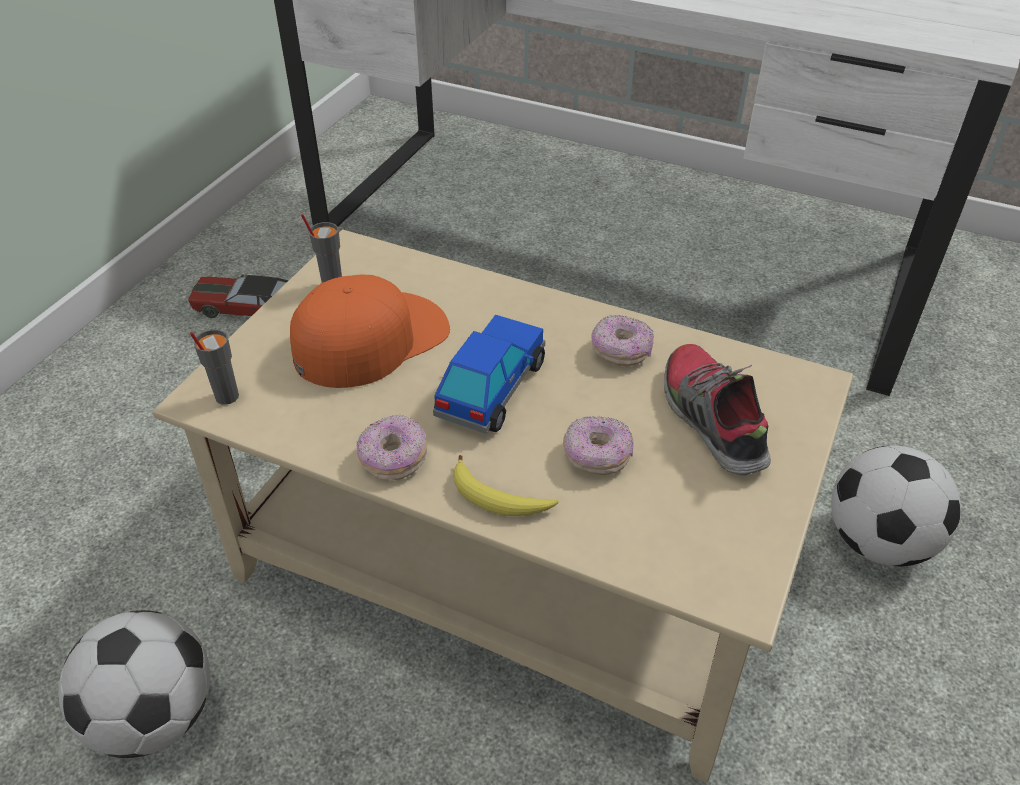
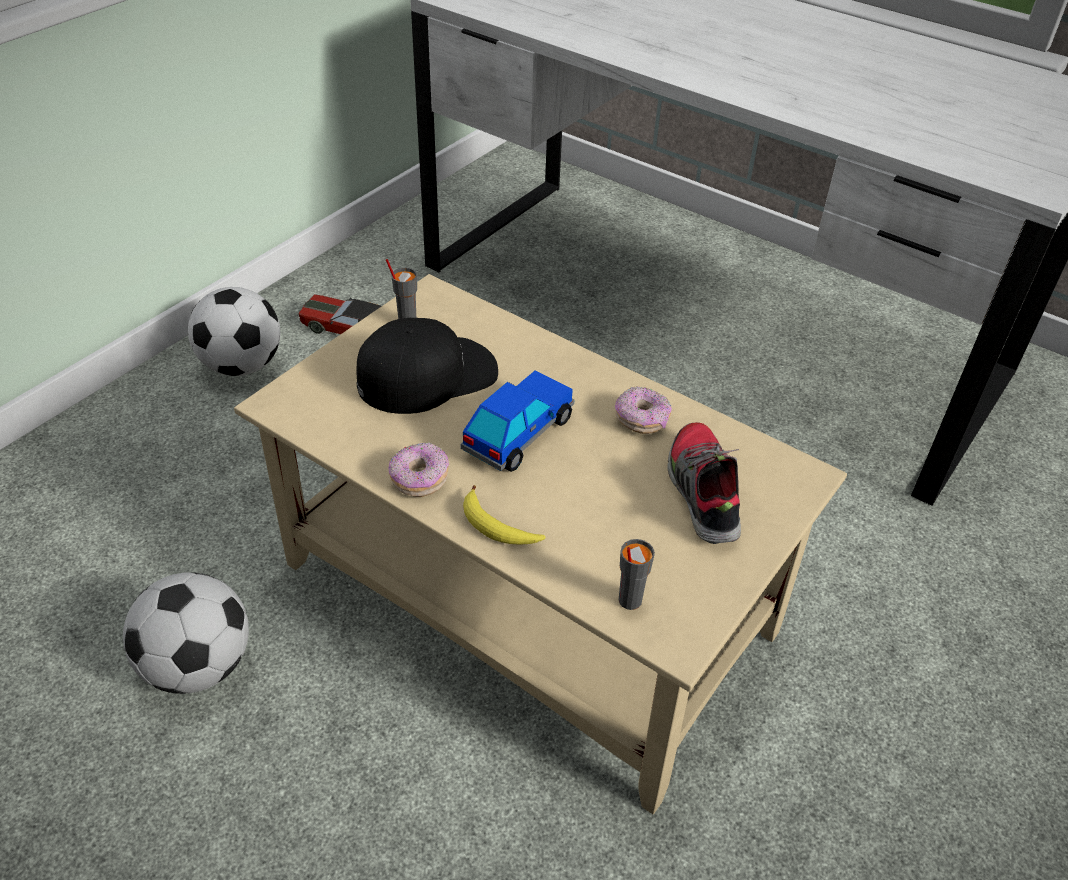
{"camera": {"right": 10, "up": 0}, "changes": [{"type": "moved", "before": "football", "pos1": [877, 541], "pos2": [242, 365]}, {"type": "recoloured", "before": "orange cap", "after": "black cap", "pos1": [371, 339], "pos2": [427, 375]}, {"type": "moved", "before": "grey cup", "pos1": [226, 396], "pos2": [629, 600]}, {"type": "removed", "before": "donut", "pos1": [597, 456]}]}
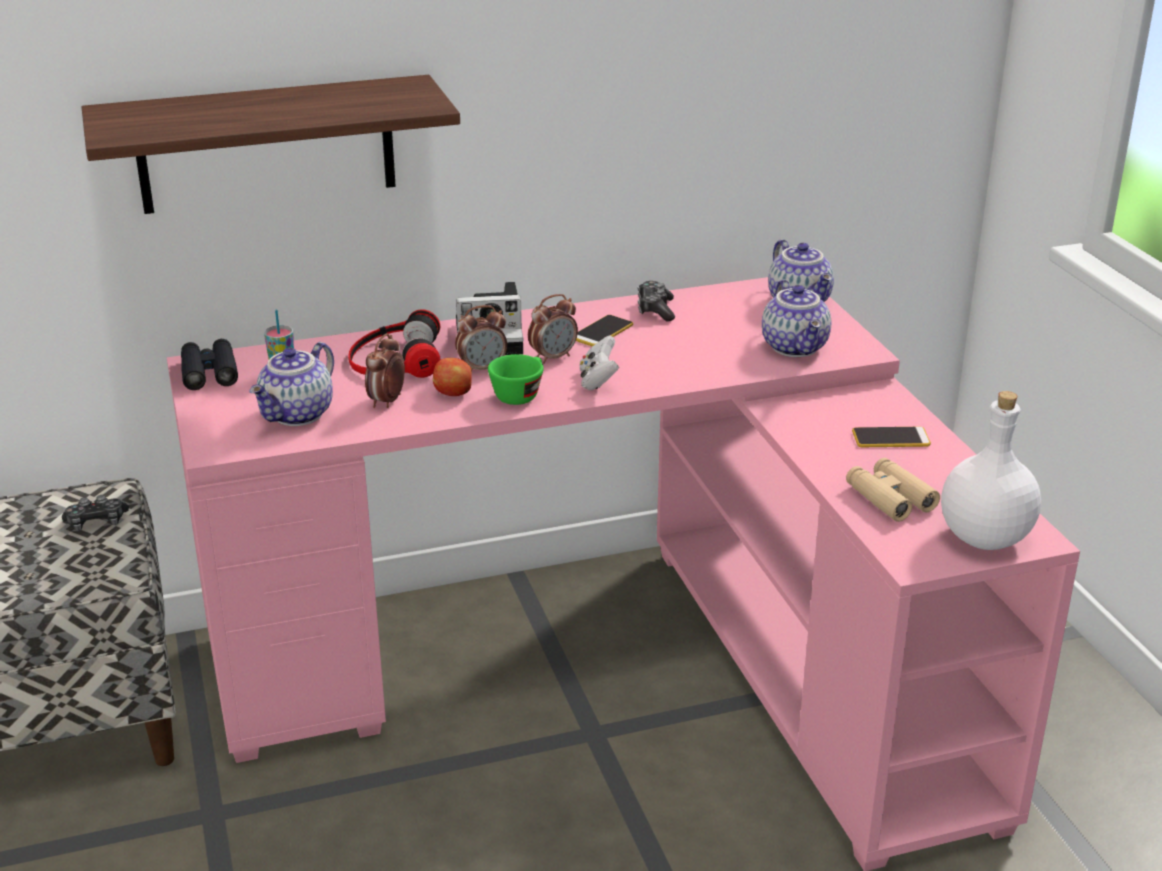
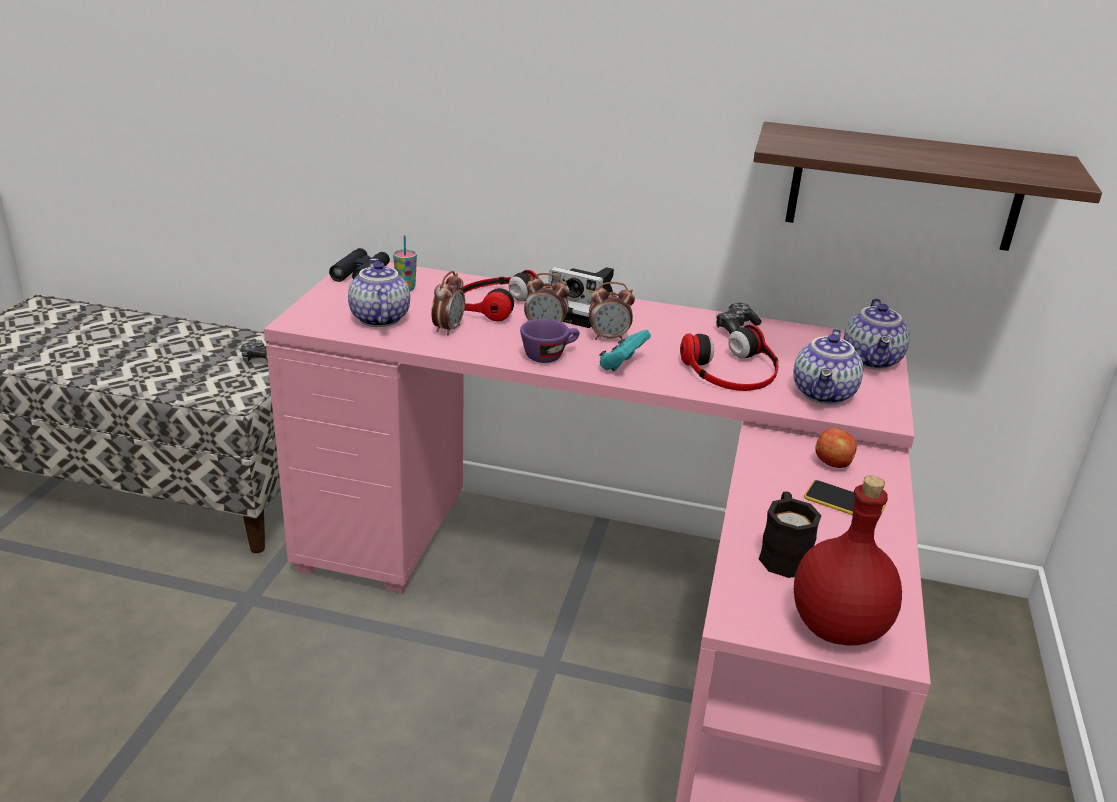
{"camera": {"right": 30, "up": 0}, "changes": [{"type": "turned", "before": "teapot", "pos1": [298, 415], "pos2": [378, 318], "turn": 105}, {"type": "turned", "before": "alarm clock", "pos1": [387, 401], "pos2": [448, 329], "turn": 150}, {"type": "recoloured", "before": "green cup", "after": "purple cup", "pos1": [520, 394], "pos2": [549, 355]}, {"type": "recoloured", "before": "white game controller", "after": "turquoise game controller", "pos1": [598, 381], "pos2": [622, 365]}, {"type": "added", "after": "headphones", "pos2": [732, 370]}, {"type": "moved", "before": "shelf", "pos1": [266, 145], "pos2": [905, 187]}, {"type": "replaced", "before": "beige binoculars", "after": "black mug", "pos1": [890, 498], "pos2": [783, 553]}, {"type": "recoloured", "before": "white bottle", "after": "red bottle", "pos1": [985, 539], "pos2": [837, 629]}, {"type": "moved", "before": "apple", "pos1": [454, 393], "pos2": [833, 464]}, {"type": "removed", "before": "phone", "pos1": [602, 332]}]}
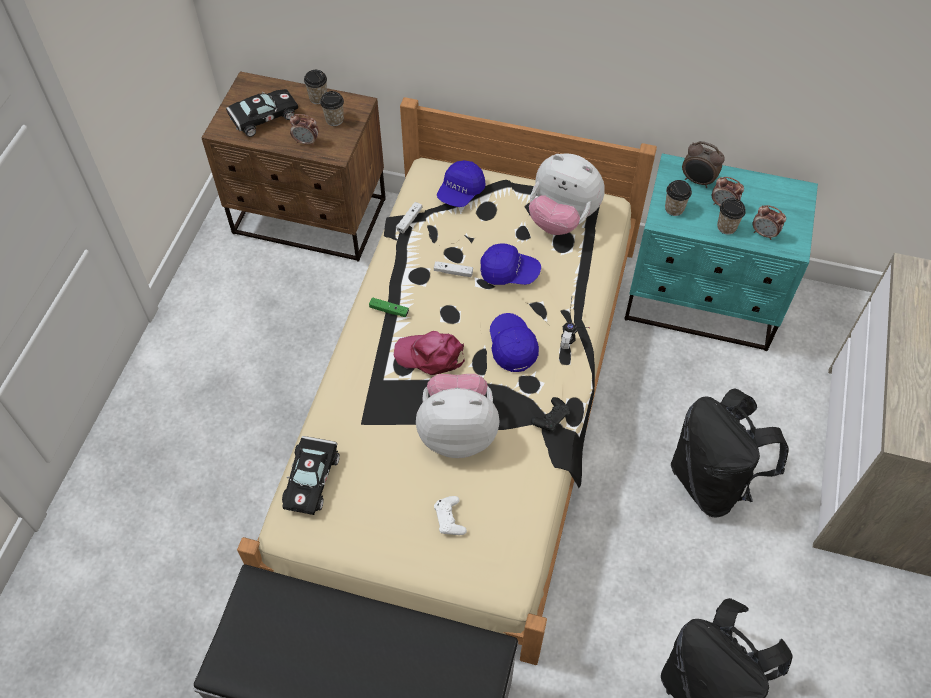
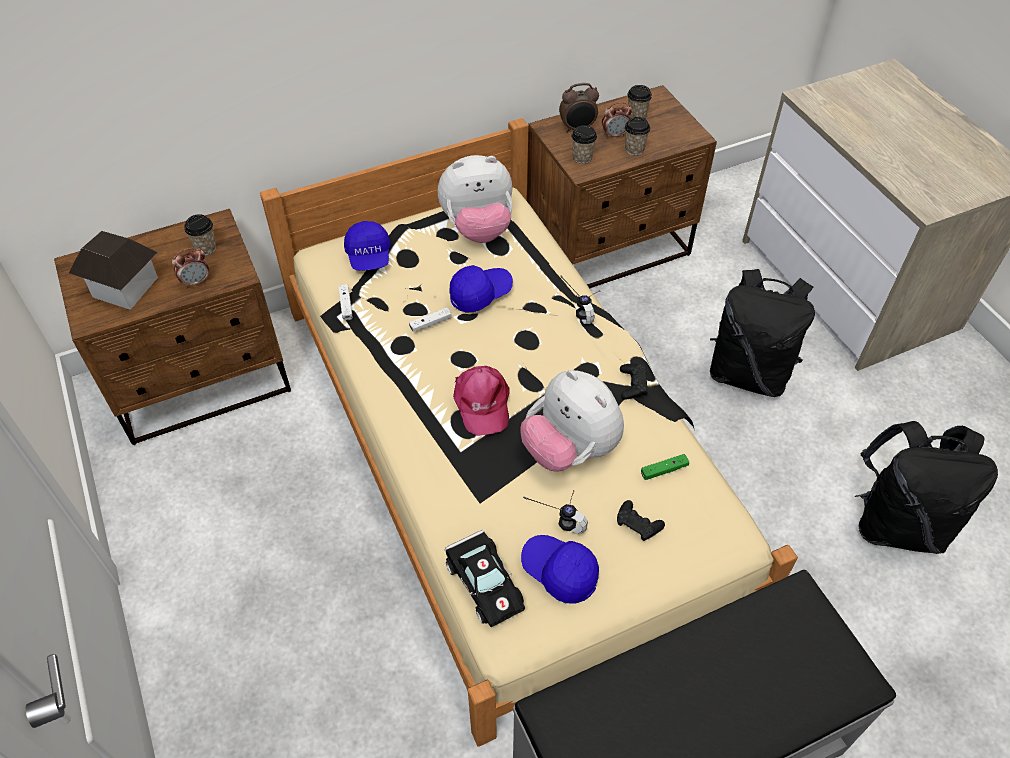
{"camera": {"right": -40, "up": -5}, "changes": [{"type": "replaced", "before": "black toy car", "after": "toy house", "pos1": [262, 118], "pos2": [125, 287]}, {"type": "turned", "before": "pink cap", "pos1": [430, 355], "pos2": [482, 403], "turn": -75}, {"type": "turned", "before": "plush toy", "pos1": [457, 432], "pos2": [570, 449], "turn": -90}, {"type": "moved", "before": "blue cap", "pos1": [512, 347], "pos2": [559, 572]}, {"type": "added", "after": "headphones", "pos2": [559, 515]}, {"type": "recoloured", "before": "turquoise nightstand", "after": "brown nightstand", "pos1": [702, 302], "pos2": [609, 248]}, {"type": "recoloured", "before": "white game controller", "after": "black game controller", "pos1": [449, 518], "pos2": [638, 524]}, {"type": "moved", "before": "cup", "pos1": [318, 98], "pos2": [636, 117]}, {"type": "moved", "before": "green game controller", "pos1": [389, 310], "pos2": [664, 470]}, {"type": "removed", "before": "alarm clock", "pos1": [764, 234]}]}
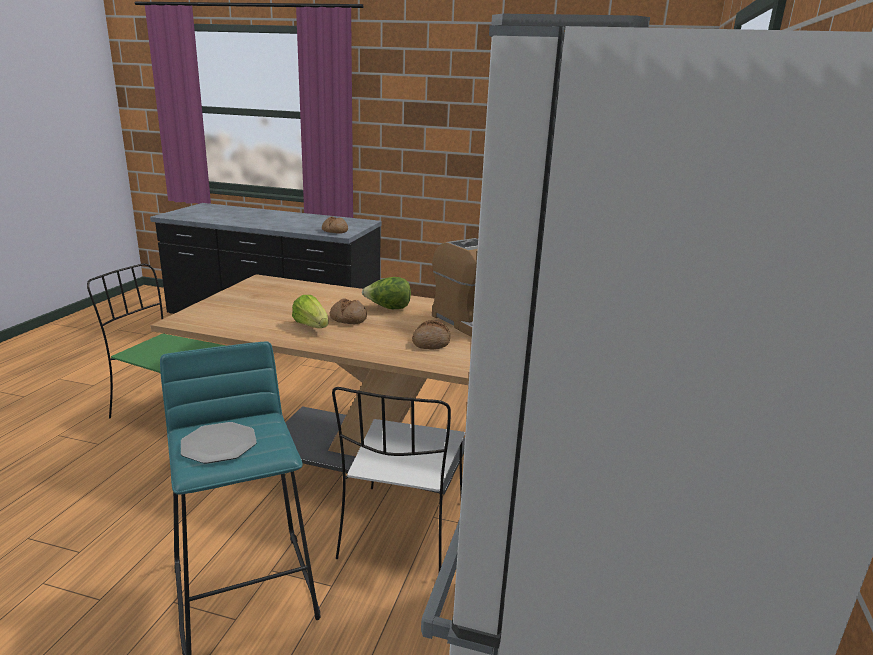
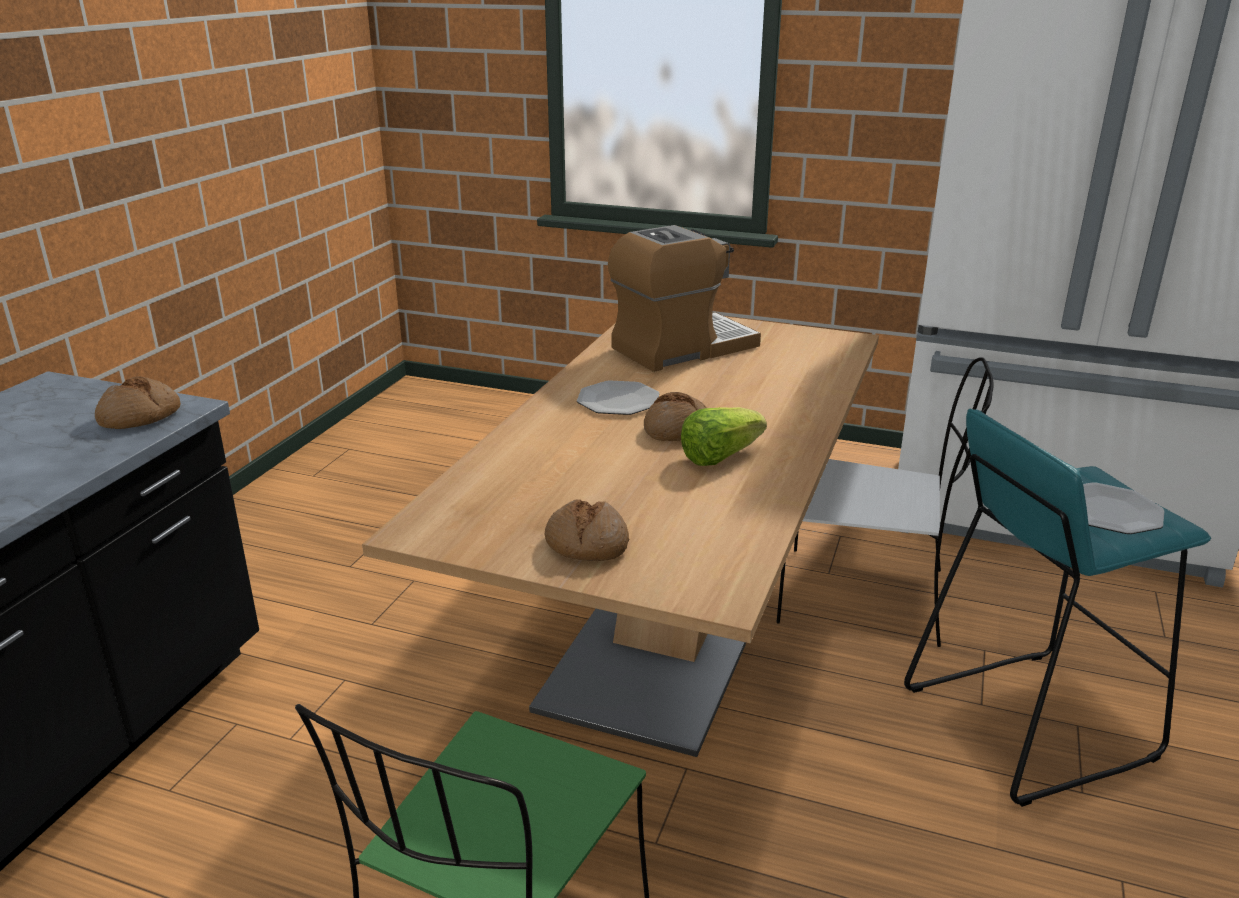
{"camera": {"right": -85, "up": 5}, "changes": [{"type": "moved", "before": "bread", "pos1": [431, 342], "pos2": [586, 544]}, {"type": "replaced", "before": "lettuce", "after": "plate", "pos1": [388, 308], "pos2": [618, 400]}]}
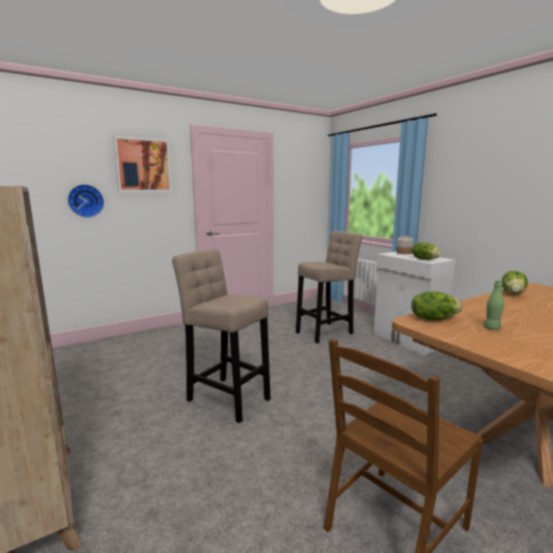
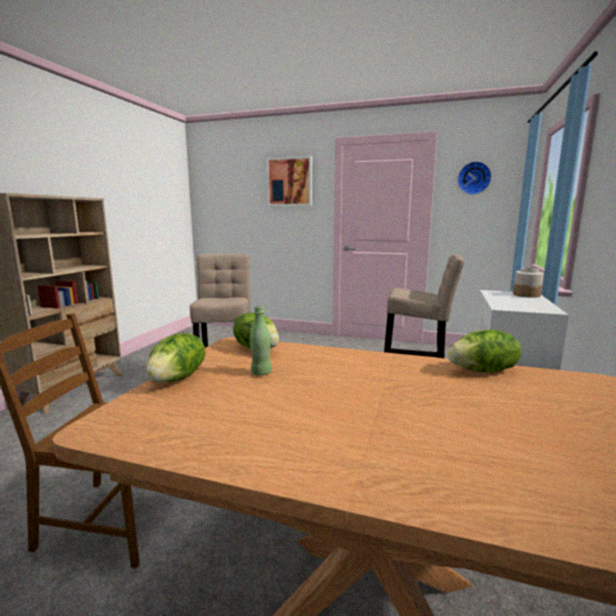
{"camera": {"right": 50, "up": 0}, "changes": [{"type": "moved", "before": "lettuce", "pos1": [425, 259], "pos2": [178, 378]}, {"type": "moved", "before": "wall clock", "pos1": [85, 201], "pos2": [474, 178]}]}
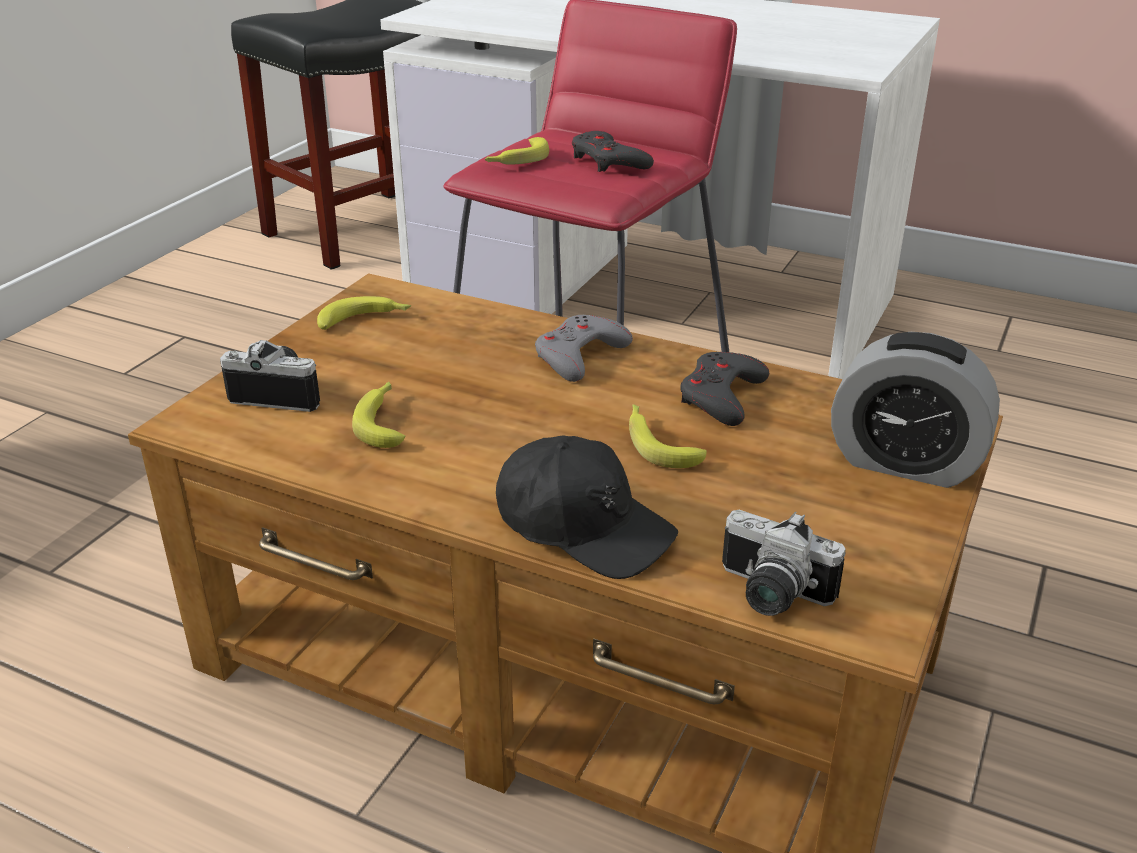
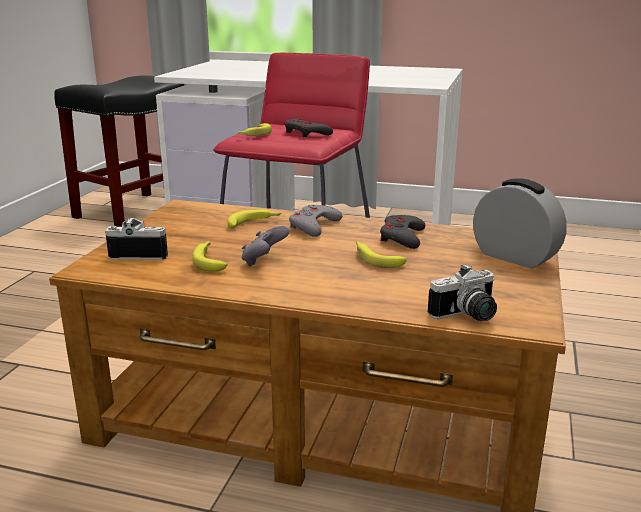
{"camera": {"right": -10, "up": -10}, "changes": [{"type": "moved", "before": "banana", "pos1": [365, 321], "pos2": [254, 223]}, {"type": "added", "after": "grey game controller", "pos2": [264, 261]}, {"type": "turned", "before": "photo camera", "pos1": [769, 594], "pos2": [467, 316], "turn": -45}, {"type": "turned", "before": "alarm clock", "pos1": [904, 463], "pos2": [514, 257], "turn": -150}, {"type": "removed", "before": "black cap", "pos1": [583, 526]}]}
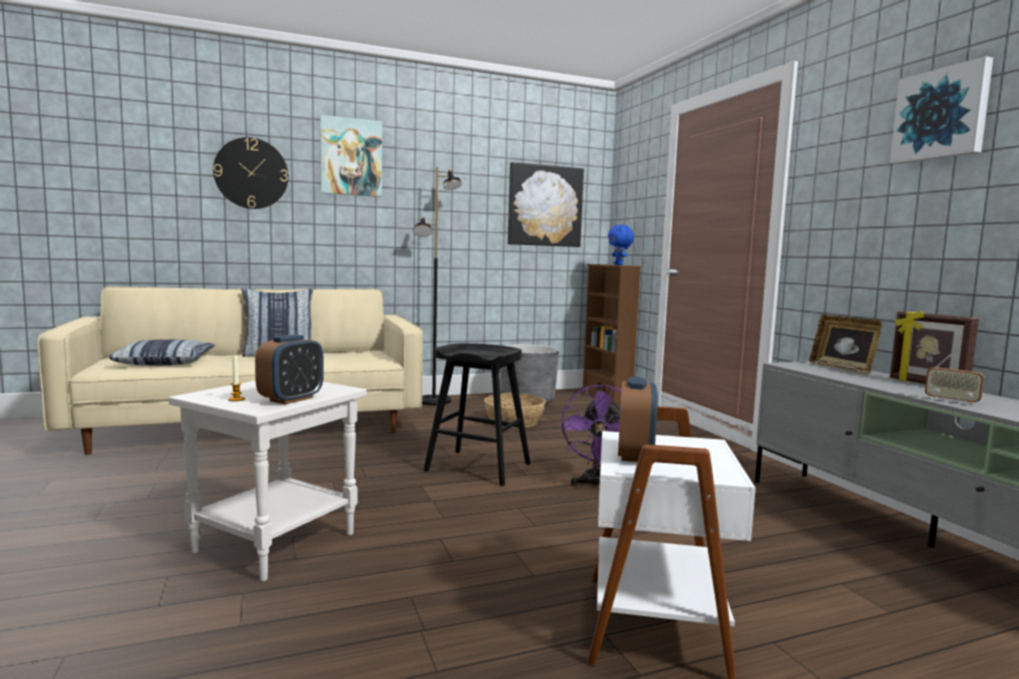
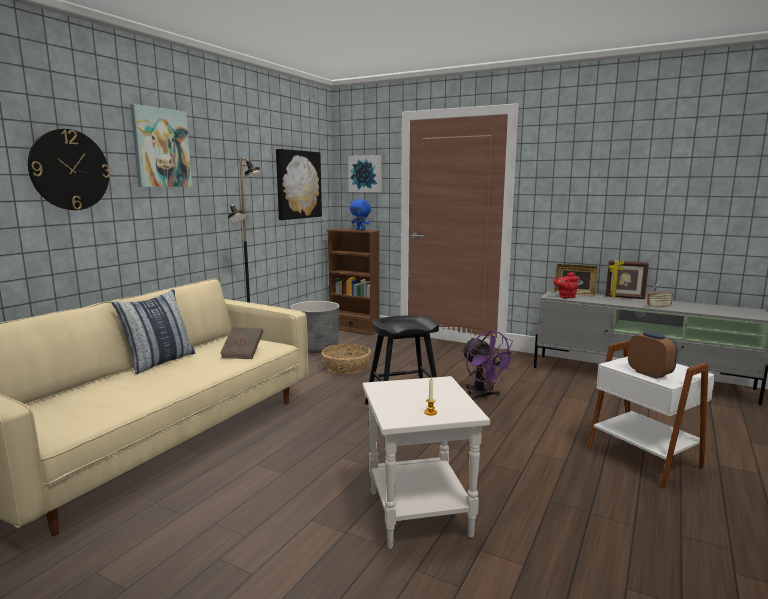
{"camera": {"right": -40, "up": 5}, "changes": [{"type": "added", "after": "brown book", "pos2": [243, 353]}, {"type": "moved", "before": "picture", "pos1": [941, 114], "pos2": [366, 174]}, {"type": "added", "after": "red teapot", "pos2": [565, 297]}, {"type": "removed", "before": "pillow", "pos1": [166, 362]}, {"type": "removed", "before": "alarm clock", "pos1": [291, 399]}]}
